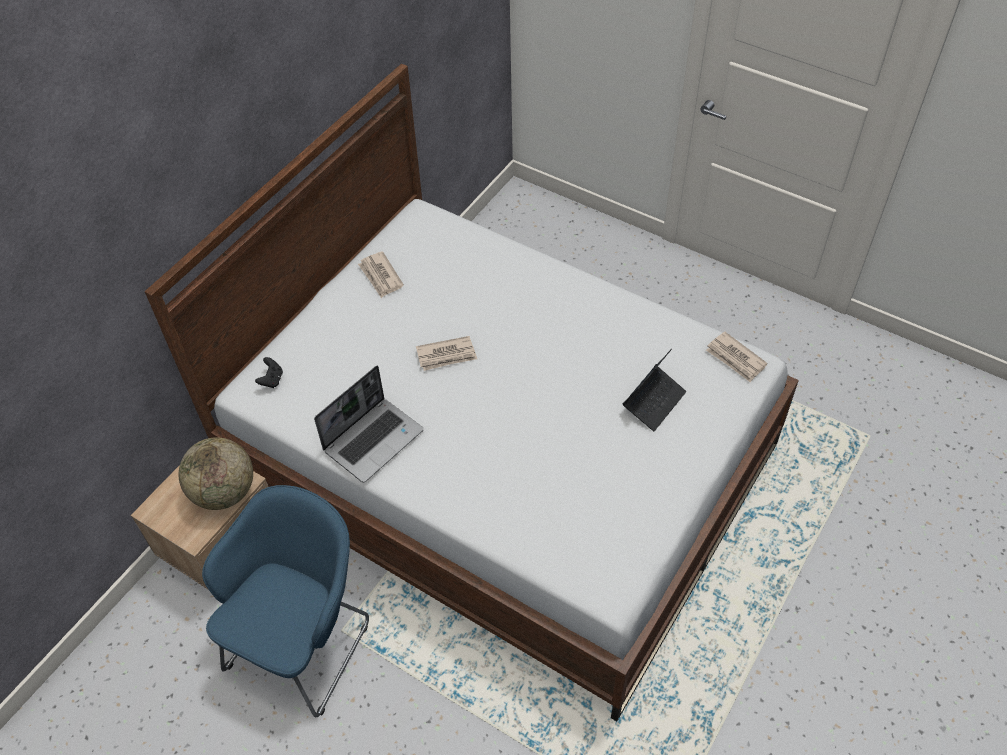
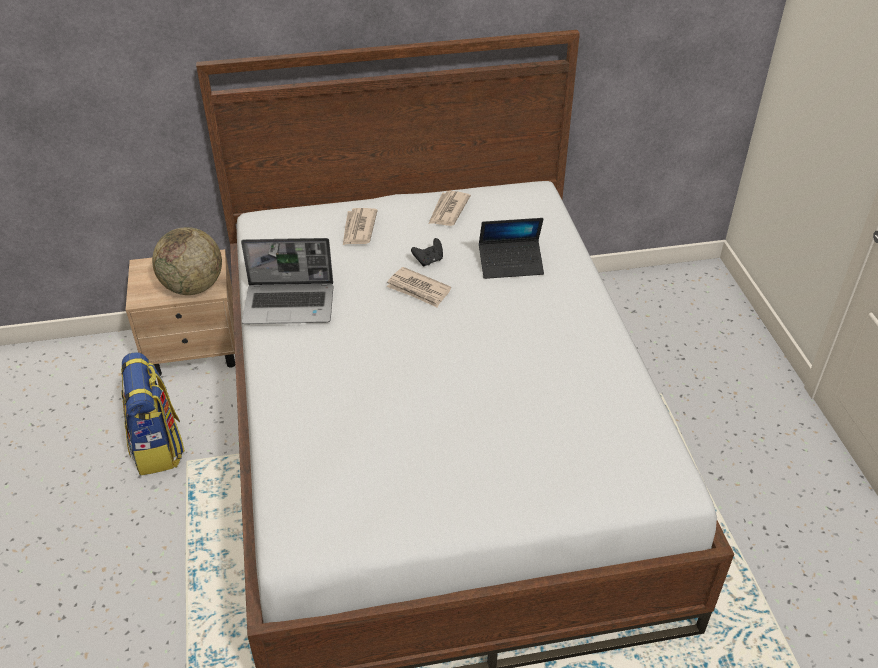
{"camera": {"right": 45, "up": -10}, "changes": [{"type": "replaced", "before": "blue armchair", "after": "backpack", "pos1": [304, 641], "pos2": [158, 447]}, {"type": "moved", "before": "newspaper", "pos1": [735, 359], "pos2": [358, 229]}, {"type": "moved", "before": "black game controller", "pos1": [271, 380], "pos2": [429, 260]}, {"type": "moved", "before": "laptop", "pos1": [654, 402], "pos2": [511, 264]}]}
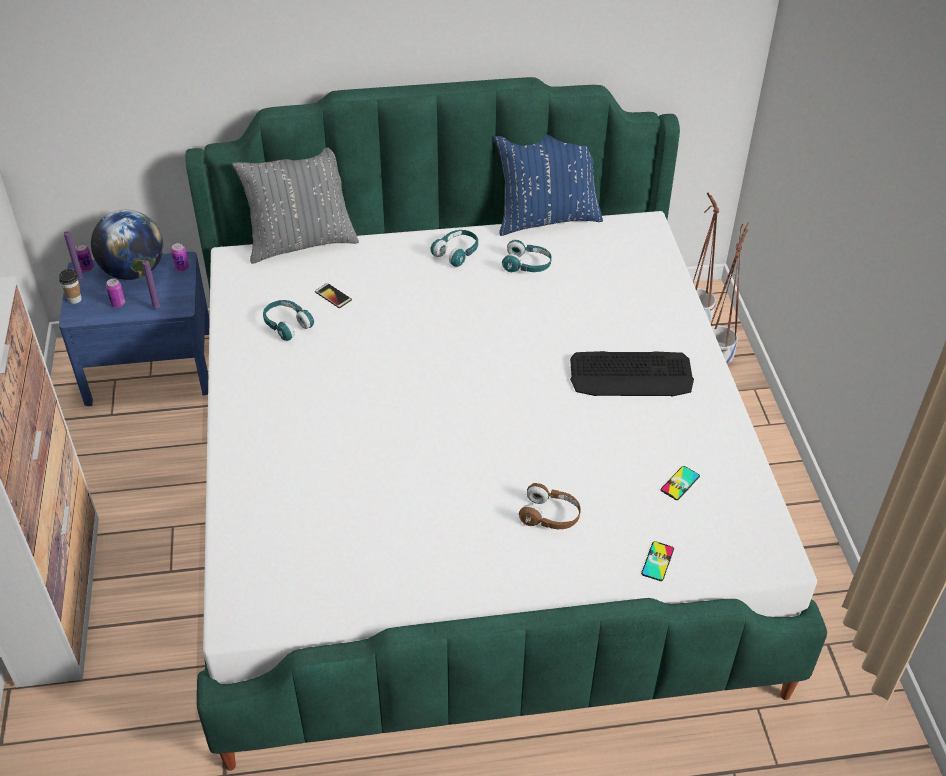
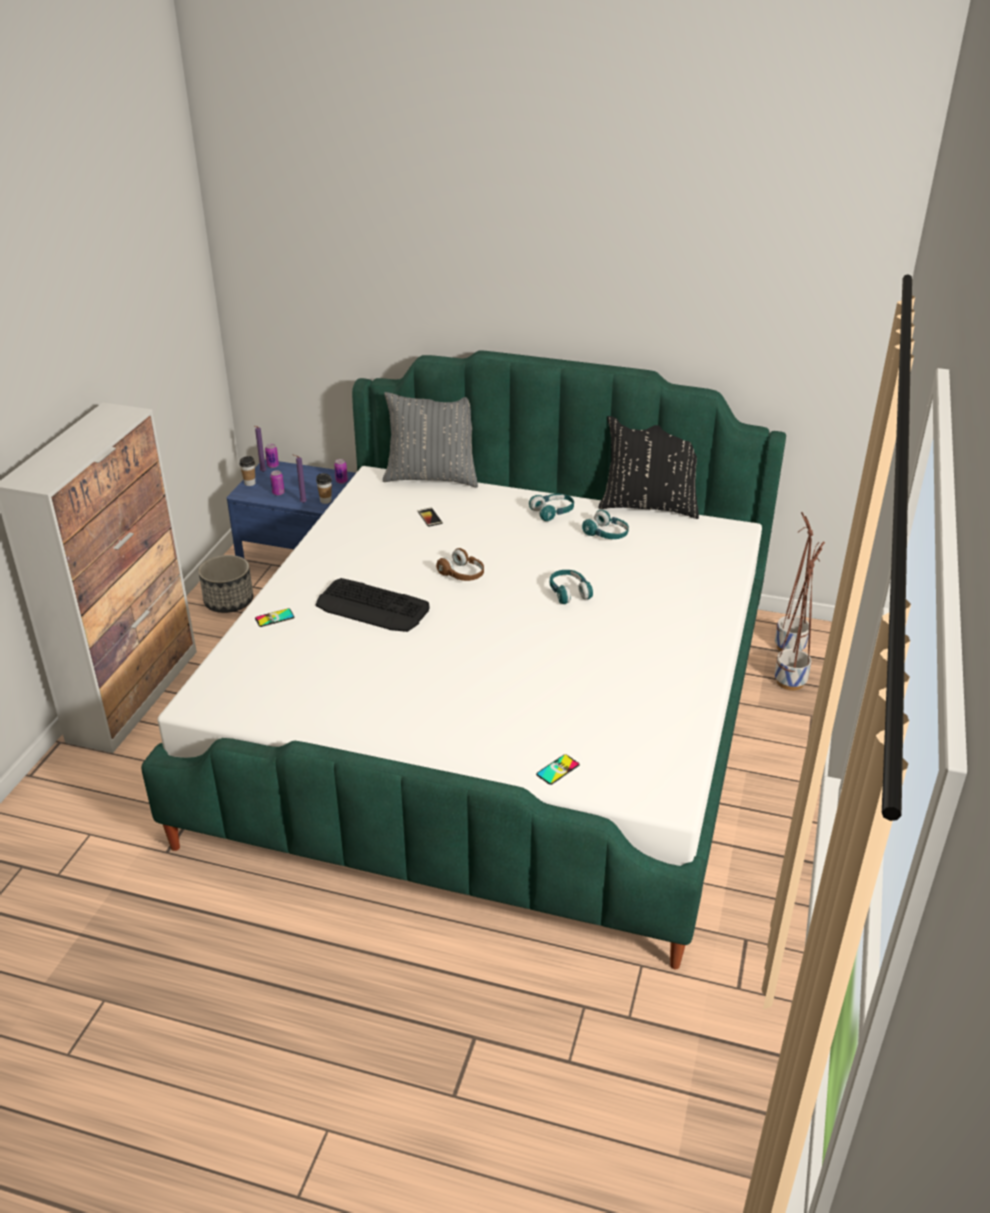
{"camera": {"right": 25, "up": -10}, "changes": [{"type": "added", "after": "planter", "pos2": [229, 601]}, {"type": "moved", "before": "phone", "pos1": [680, 483], "pos2": [274, 618]}, {"type": "moved", "before": "keyboard", "pos1": [631, 375], "pos2": [372, 607]}, {"type": "added", "after": "cup", "pos2": [325, 501]}, {"type": "moved", "before": "brown headphones", "pos1": [550, 516], "pos2": [462, 574]}, {"type": "moved", "before": "turquoise headphones", "pos1": [287, 325], "pos2": [569, 592]}, {"type": "recoloured", "before": "blue pillow", "after": "black pillow", "pos1": [546, 218], "pos2": [649, 506]}, {"type": "removed", "before": "globe", "pos1": [134, 271]}]}
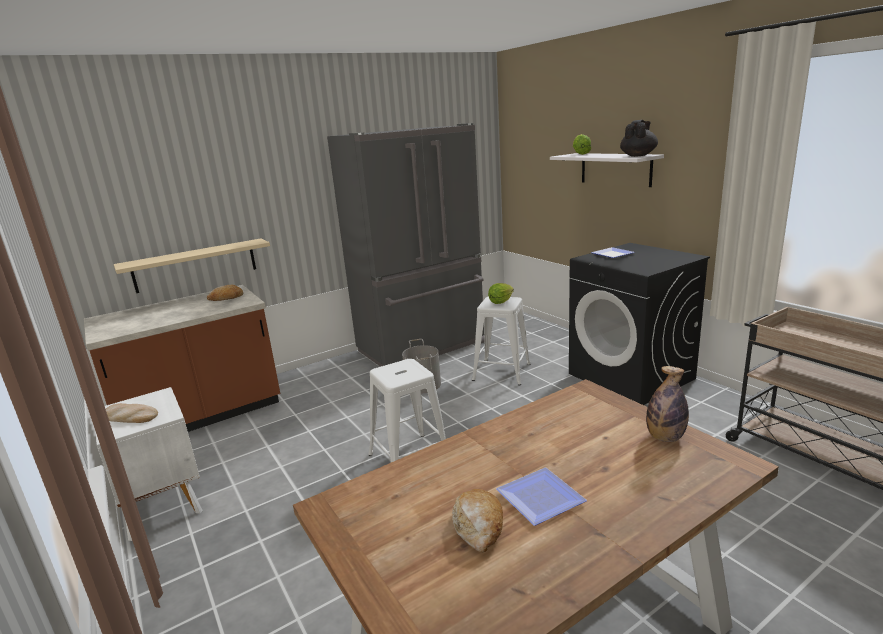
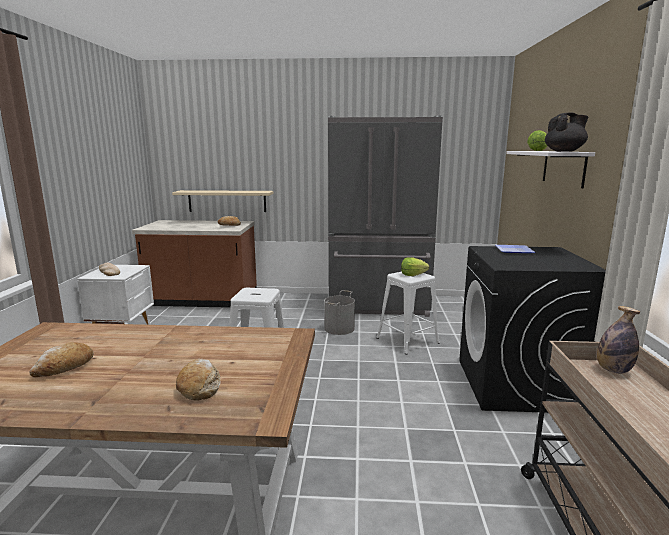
{"camera": {"right": 35, "up": -5}, "changes": [{"type": "added", "after": "bread", "pos2": [199, 386]}, {"type": "moved", "before": "bottle", "pos1": [665, 437], "pos2": [613, 370]}, {"type": "removed", "before": "plate", "pos1": [539, 500]}]}
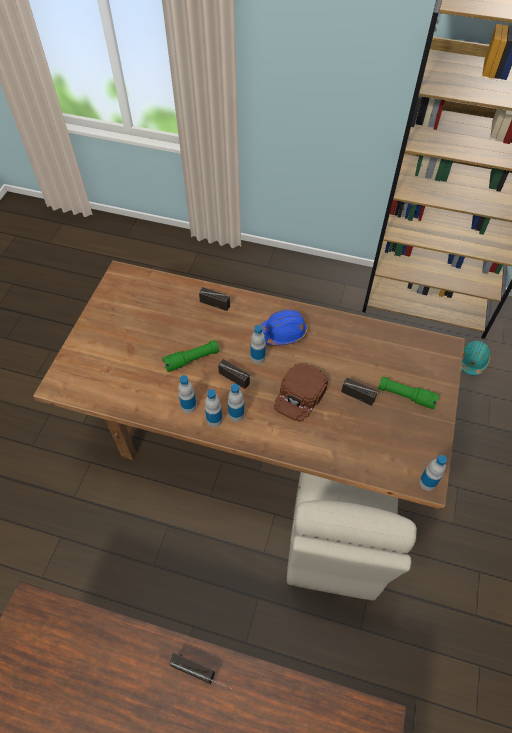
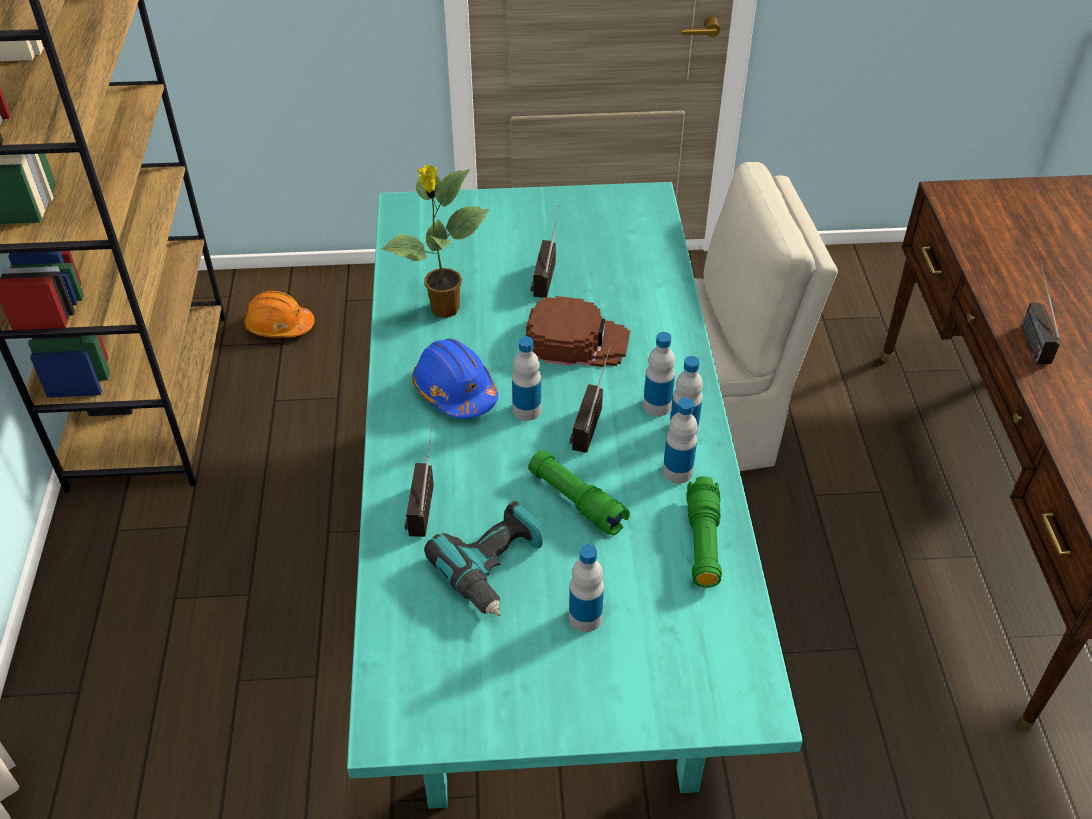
{"camera": {"right": -110, "up": -10}, "changes": [{"type": "recoloured", "before": "turquoise hard hat", "after": "orange hard hat", "pos1": [472, 361], "pos2": [279, 326]}, {"type": "recoloured", "before": "brown dining table", "after": "turquoise dining table", "pos1": [254, 435], "pos2": [547, 580]}, {"type": "added", "after": "potted plant", "pos2": [444, 310]}, {"type": "added", "after": "power drill", "pos2": [495, 568]}, {"type": "moved", "before": "bottle", "pos1": [427, 482], "pos2": [585, 618]}, {"type": "moved", "before": "green flashlight", "pos1": [406, 396], "pos2": [703, 542]}]}
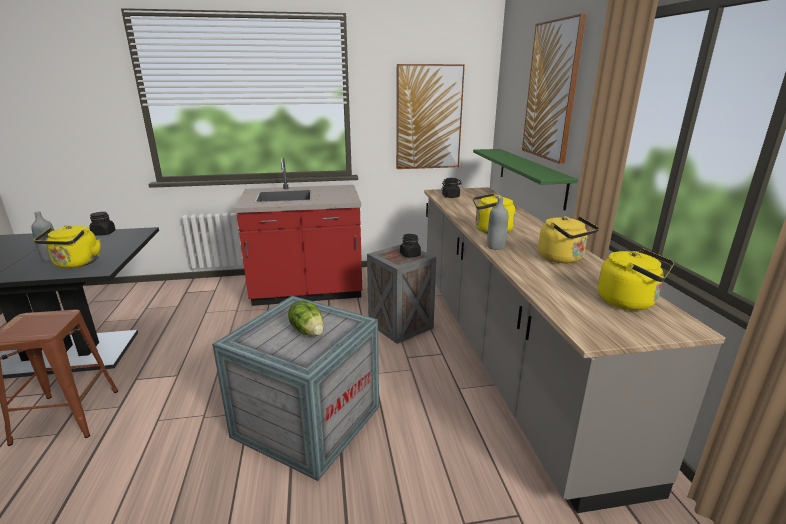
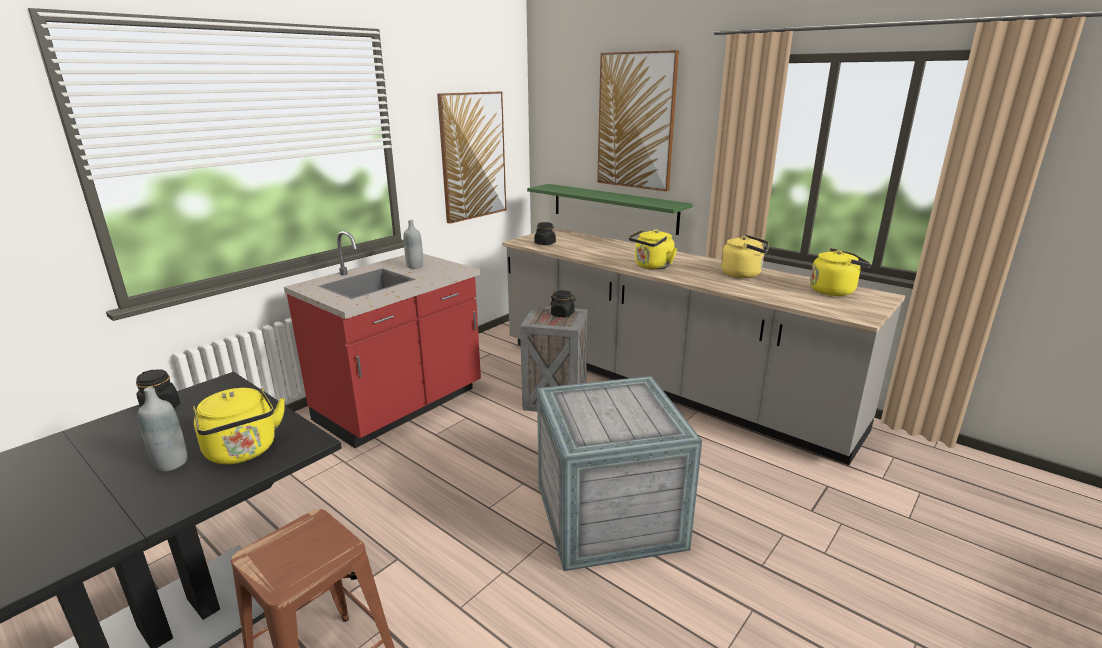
{"camera": {"right": -40, "up": 0}, "changes": [{"type": "moved", "before": "grey bottle", "pos1": [495, 247], "pos2": [415, 266]}, {"type": "removed", "before": "lettuce", "pos1": [308, 331]}]}
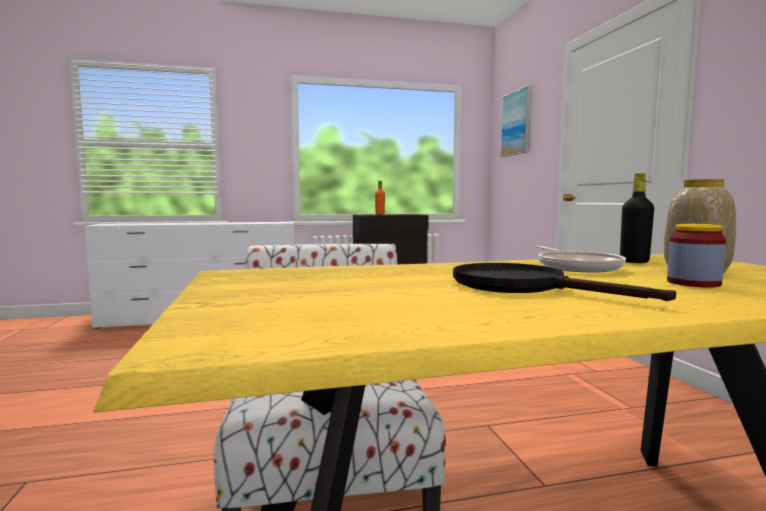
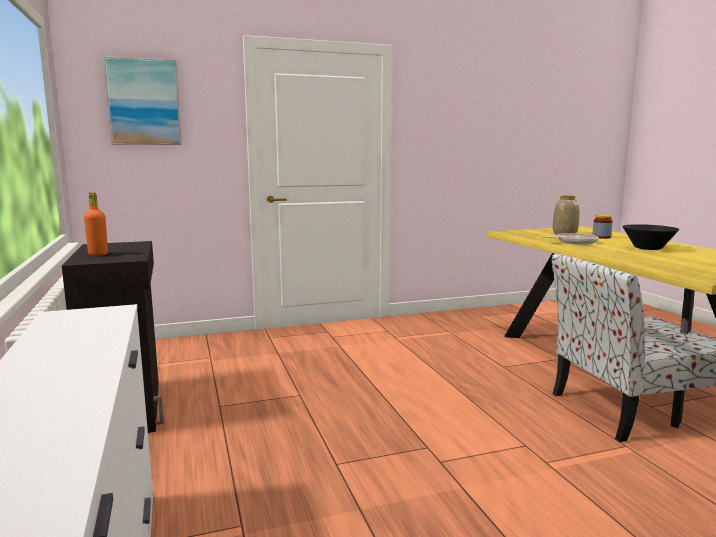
{"camera": {"right": -95, "up": 5}, "changes": [{"type": "replaced", "before": "black frying pan", "after": "black bowl", "pos1": [523, 286], "pos2": [647, 248]}, {"type": "removed", "before": "black bottle", "pos1": [634, 262]}]}
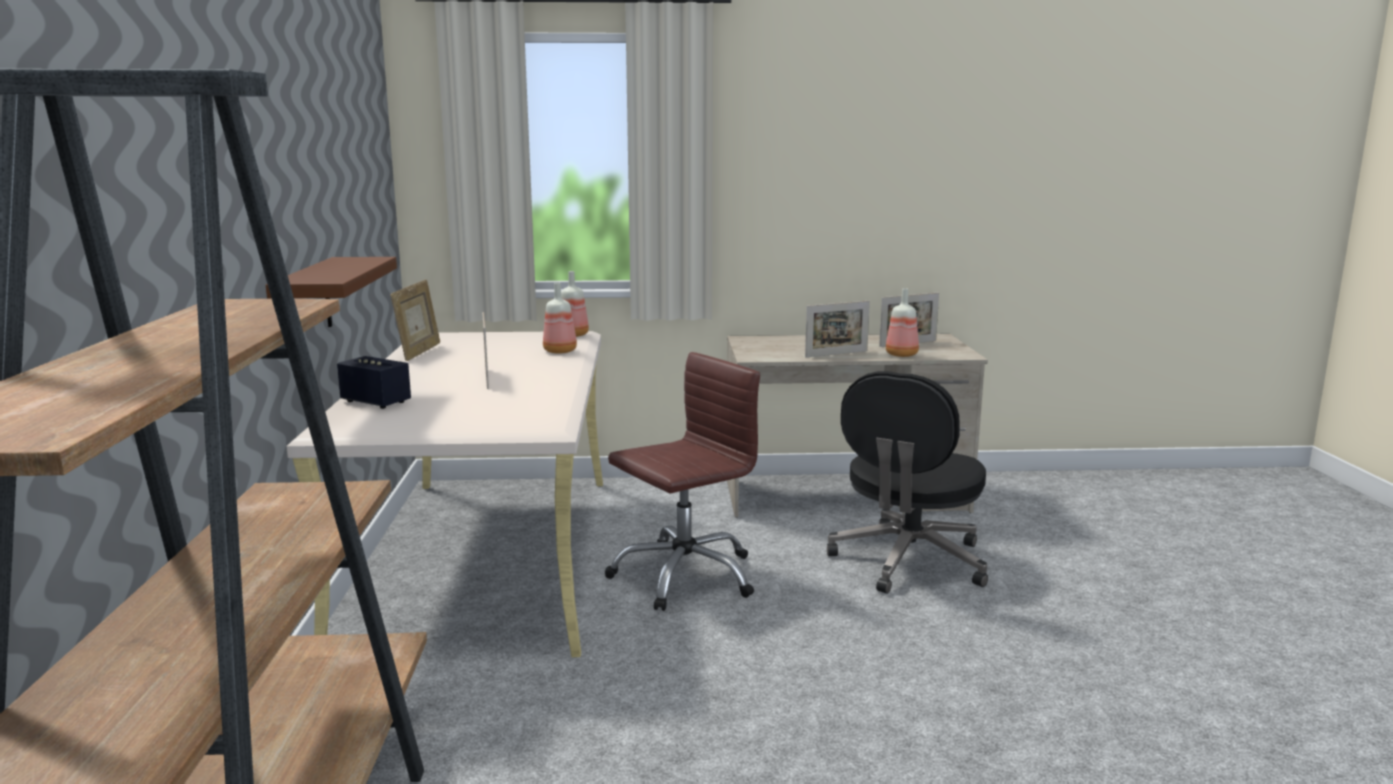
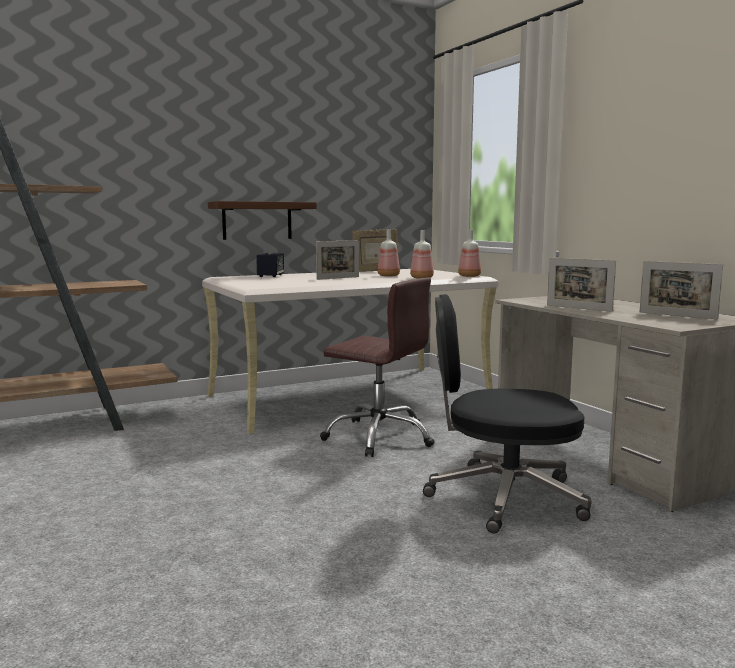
{"camera": {"right": 65, "up": -5}, "changes": [{"type": "moved", "before": "bottle", "pos1": [901, 354], "pos2": [389, 276]}]}
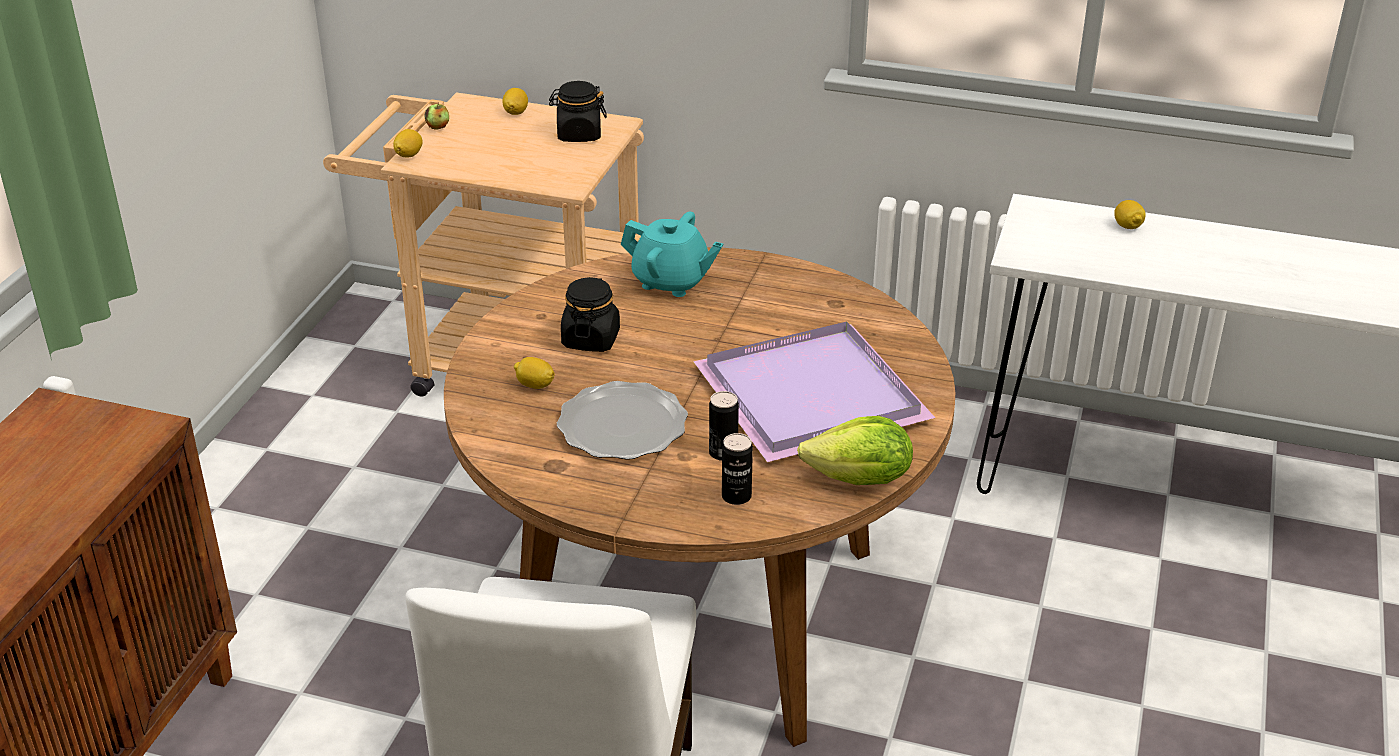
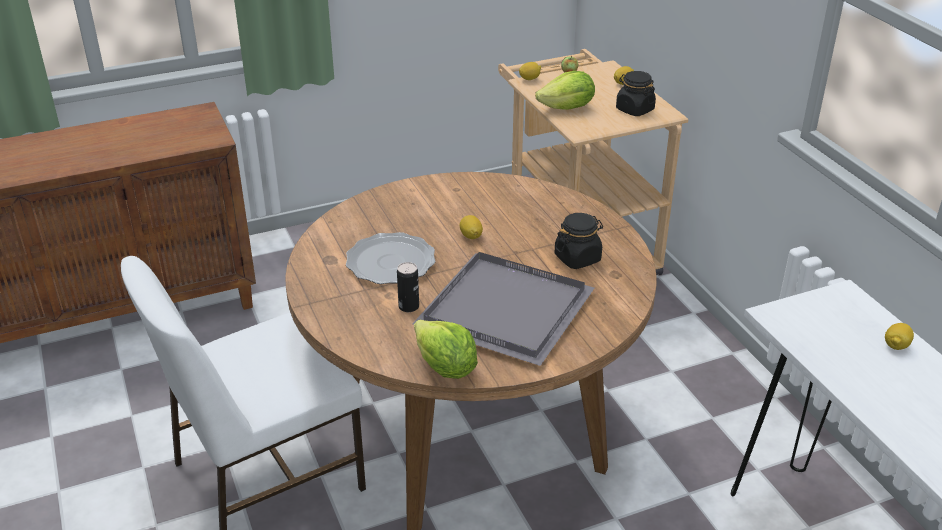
{"camera": {"right": 50, "up": 0}, "changes": [{"type": "recoloured", "before": "purple tray", "after": "grey tray", "pos1": [812, 393], "pos2": [509, 310]}, {"type": "moved", "before": "lemon", "pos1": [535, 385], "pos2": [471, 236]}, {"type": "added", "after": "lettuce", "pos2": [567, 108]}, {"type": "moved", "before": "black jar", "pos1": [591, 339], "pos2": [577, 258]}, {"type": "removed", "before": "turquoise teapot", "pos1": [671, 281]}, {"type": "removed", "before": "can", "pos1": [736, 496]}]}
